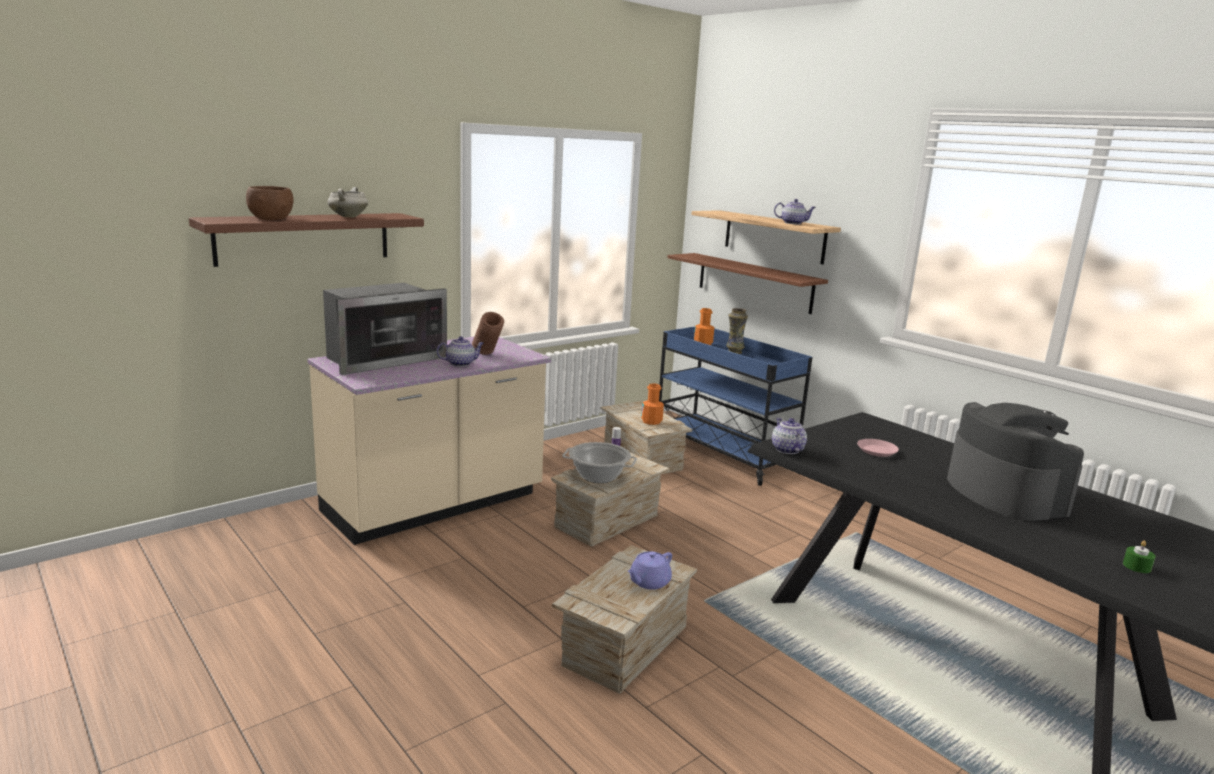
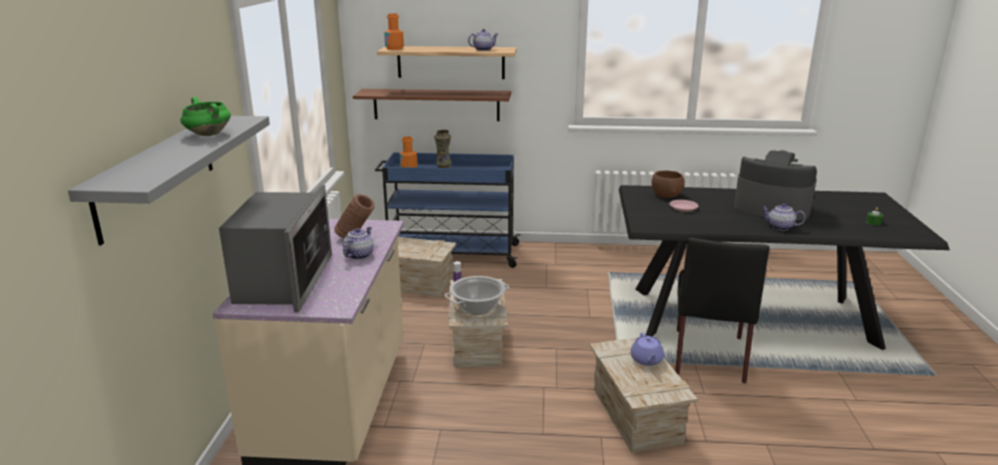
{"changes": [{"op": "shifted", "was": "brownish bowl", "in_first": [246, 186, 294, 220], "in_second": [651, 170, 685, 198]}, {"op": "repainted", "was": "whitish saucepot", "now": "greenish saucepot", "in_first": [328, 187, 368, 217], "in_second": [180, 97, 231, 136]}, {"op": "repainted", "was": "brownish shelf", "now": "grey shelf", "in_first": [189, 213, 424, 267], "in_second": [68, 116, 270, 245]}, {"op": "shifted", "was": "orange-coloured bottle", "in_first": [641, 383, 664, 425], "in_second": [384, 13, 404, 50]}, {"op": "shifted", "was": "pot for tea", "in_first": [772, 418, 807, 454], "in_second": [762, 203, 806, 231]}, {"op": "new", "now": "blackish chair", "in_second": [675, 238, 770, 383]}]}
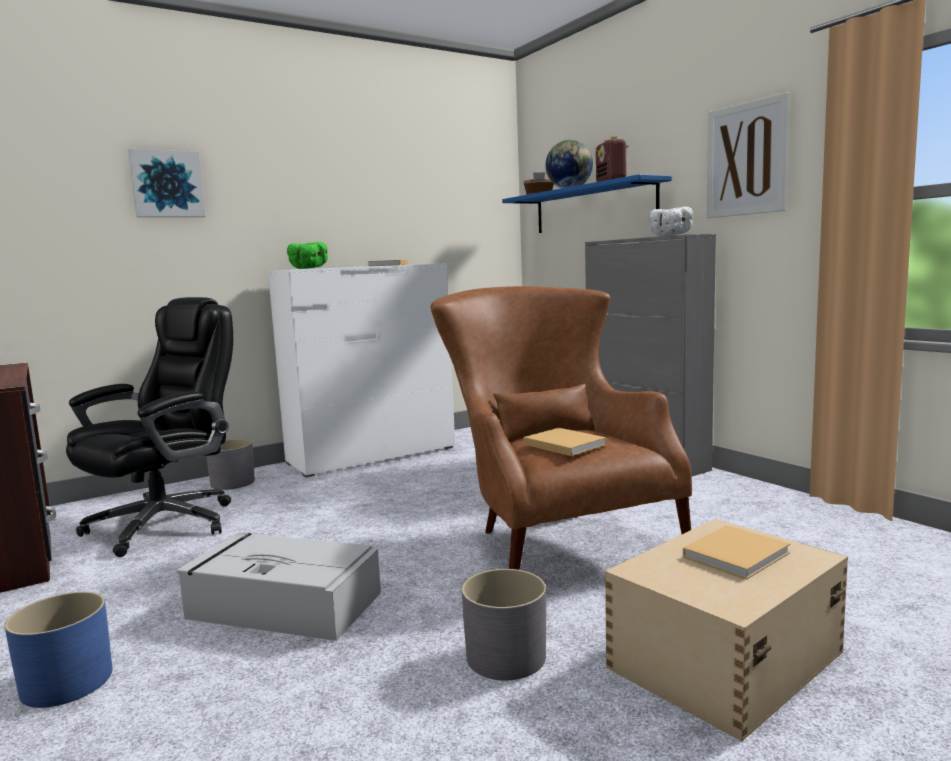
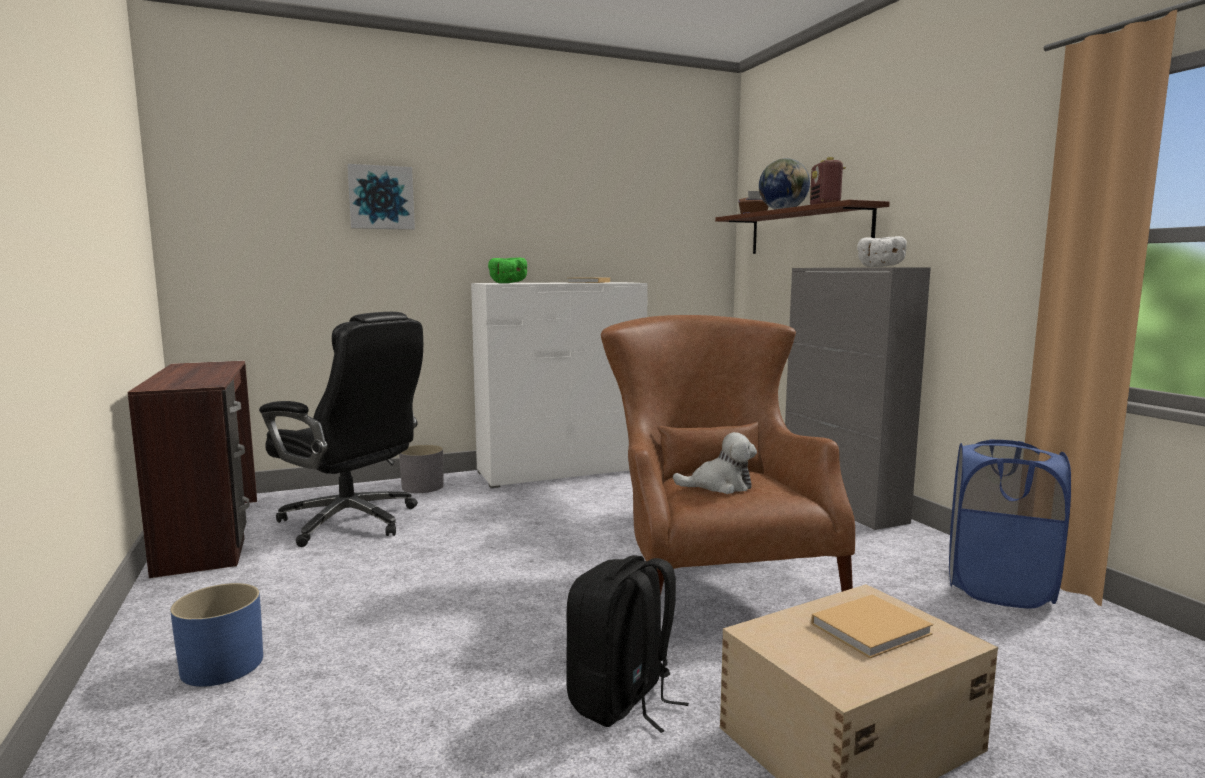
{"changes": [{"op": "gone", "was": "picture", "in_first": [707, 92, 789, 218]}, {"op": "repainted", "was": "blue-coloured shelf", "now": "brownish shelf", "in_first": [502, 174, 672, 233], "in_second": [715, 200, 890, 254]}, {"op": "rotated", "was": "blackish desk chair", "in_first": [66, 297, 233, 557], "in_second": [259, 312, 423, 547], "clockwise": 75}, {"op": "swapped", "was": "beige-coloured bound book", "now": "cuddly toy", "in_first": [523, 428, 606, 456], "in_second": [673, 432, 757, 494]}, {"op": "gone", "was": "grey storage box", "in_first": [177, 533, 381, 641]}, {"op": "swapped", "was": "grey flower pot", "now": "blackish rucksack", "in_first": [462, 569, 546, 680], "in_second": [566, 555, 689, 733]}, {"op": "new", "now": "blue-coloured washing basket", "in_second": [949, 439, 1071, 608]}]}
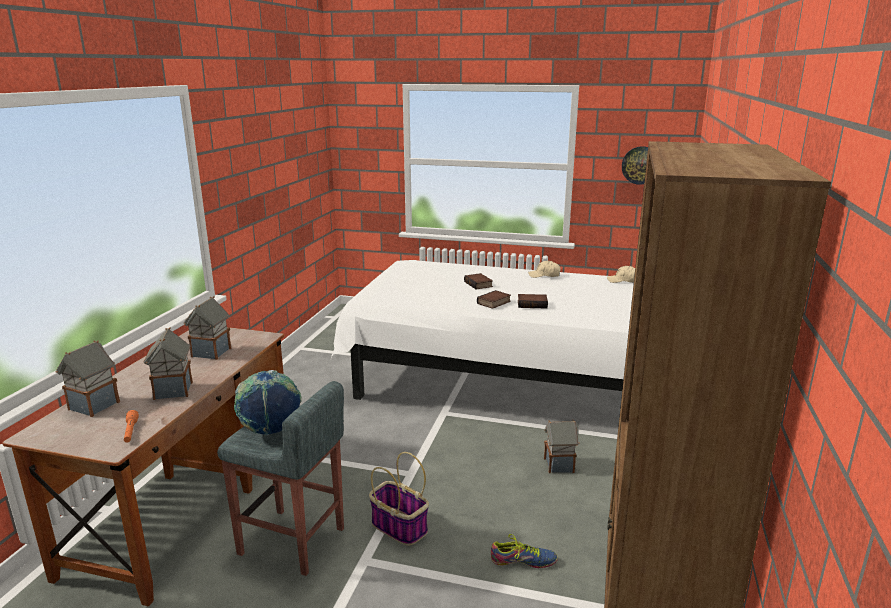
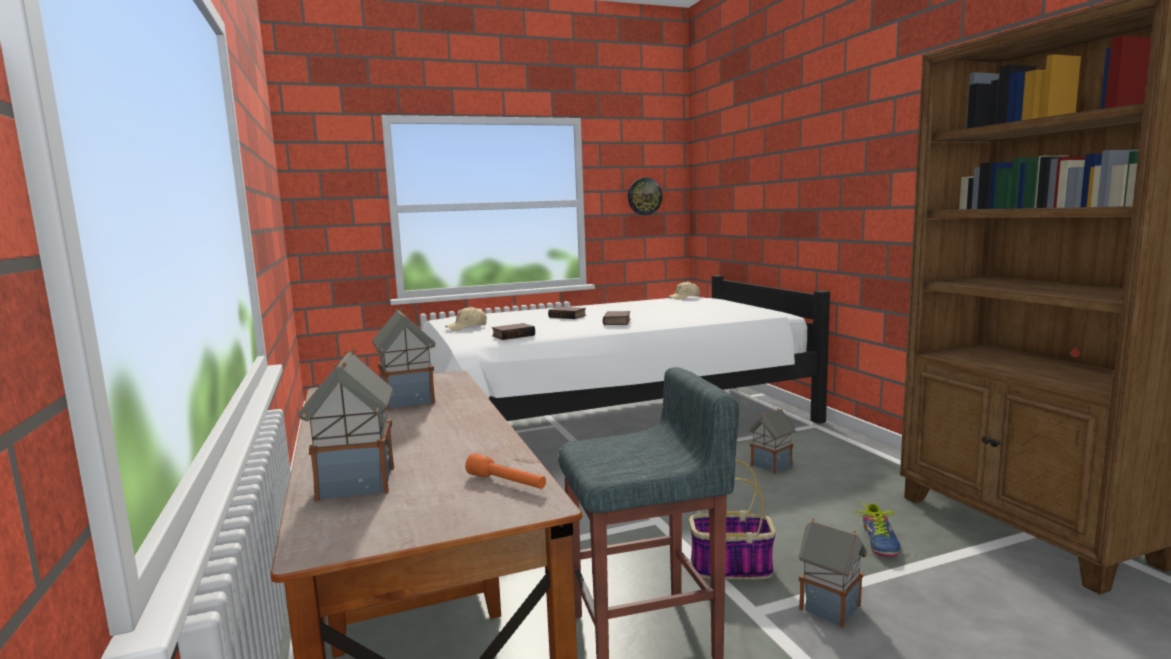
{"changes": [{"op": "shifted", "was": "beige-coloured baseball cap", "in_first": [528, 261, 561, 278], "in_second": [445, 306, 487, 330]}, {"op": "shifted", "was": "bound book", "in_first": [518, 294, 548, 309], "in_second": [492, 323, 535, 340]}, {"op": "shifted", "was": "model house", "in_first": [144, 327, 193, 400], "in_second": [798, 518, 868, 628]}, {"op": "gone", "was": "world globe", "in_first": [234, 370, 302, 435]}, {"op": "rotated", "was": "low shoe", "in_first": [491, 534, 558, 568], "in_second": [855, 500, 901, 557], "clockwise": 135}]}
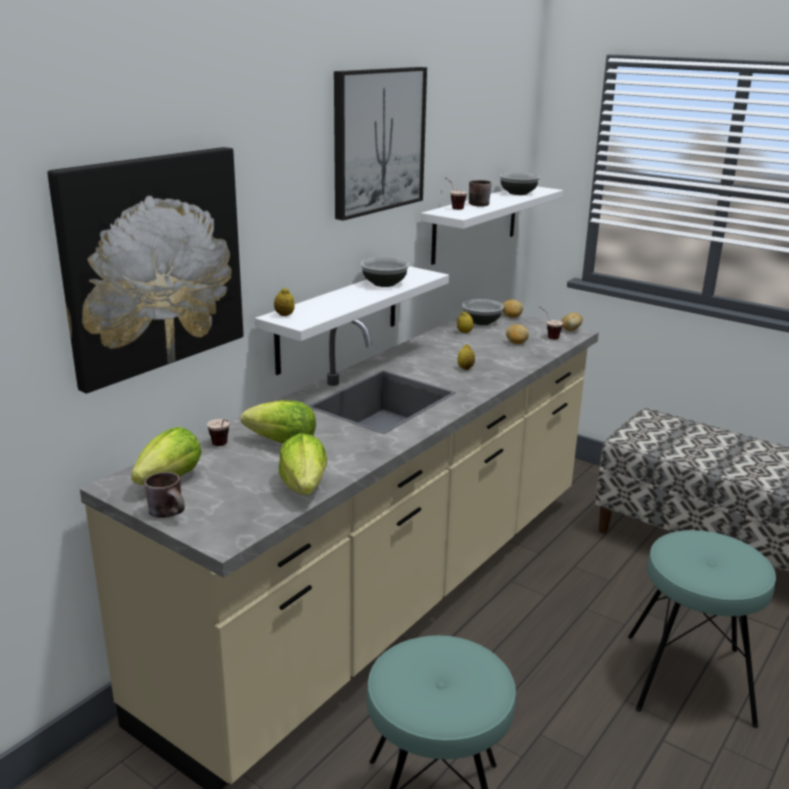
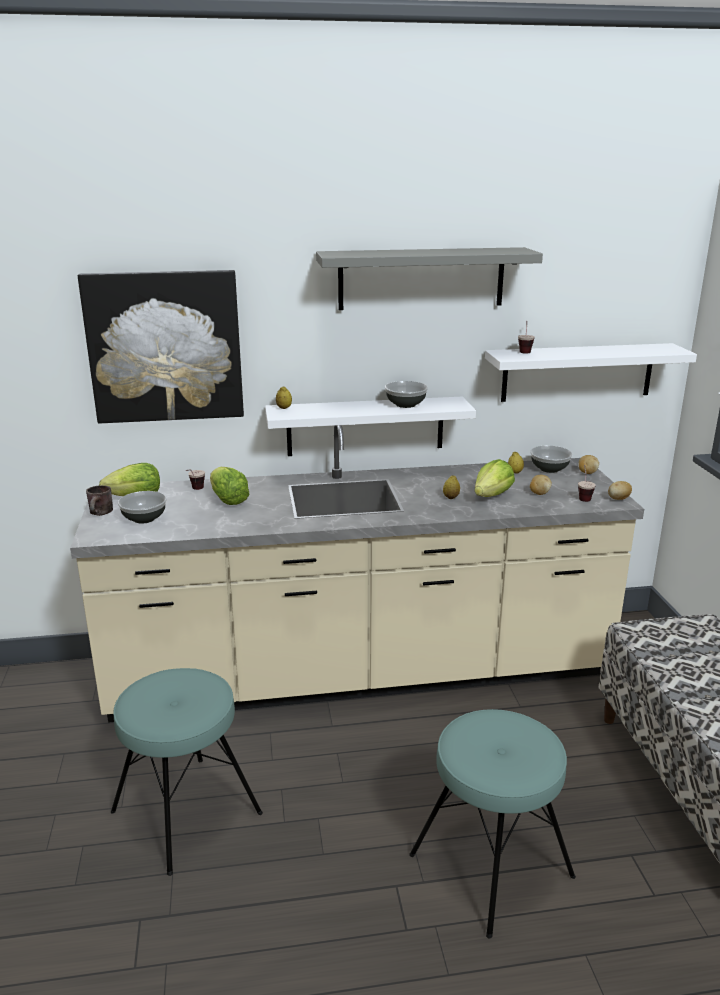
{"changes": [{"op": "swapped", "was": "picture", "now": "grey shelf", "in_first": [334, 67, 427, 221], "in_second": [316, 247, 543, 310]}, {"op": "shifted", "was": "bowl", "in_first": [499, 172, 540, 195], "in_second": [118, 491, 167, 524]}, {"op": "gone", "was": "brownish mug", "in_first": [469, 180, 492, 206]}, {"op": "shifted", "was": "lettuce head", "in_first": [279, 433, 327, 495], "in_second": [475, 459, 515, 497]}]}
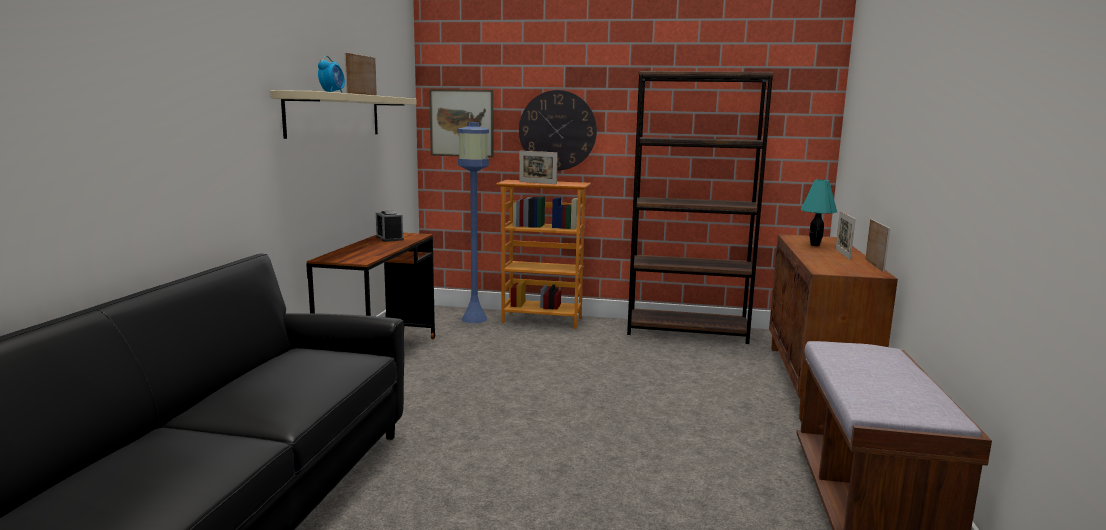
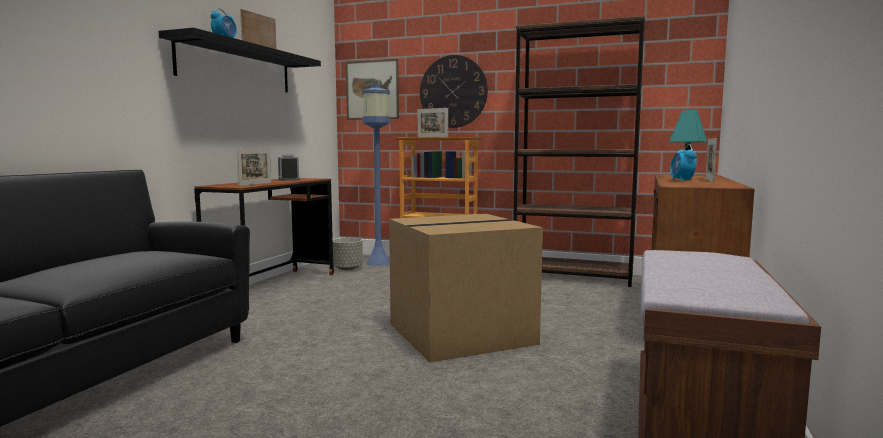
{"changes": [{"op": "repainted", "was": "beige-coloured shelf", "now": "blackish shelf", "in_first": [270, 90, 417, 139], "in_second": [159, 28, 321, 93]}, {"op": "shifted", "was": "photo frame", "in_first": [865, 219, 890, 273], "in_second": [237, 148, 271, 186]}, {"op": "new", "now": "alarm clock", "in_second": [670, 144, 697, 182]}, {"op": "new", "now": "packing box", "in_second": [389, 214, 543, 363]}, {"op": "new", "now": "grey flower pot", "in_second": [333, 238, 363, 270]}]}
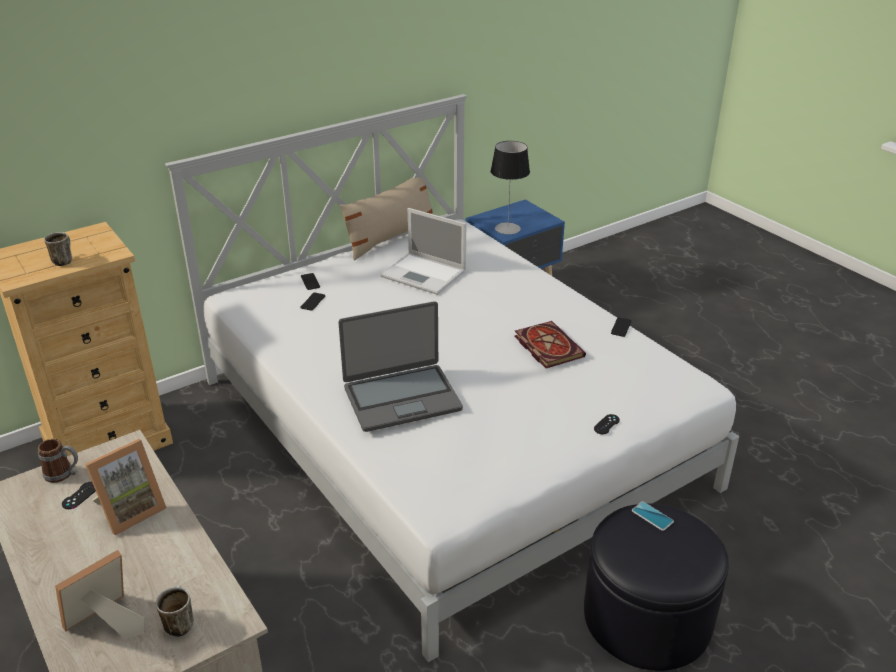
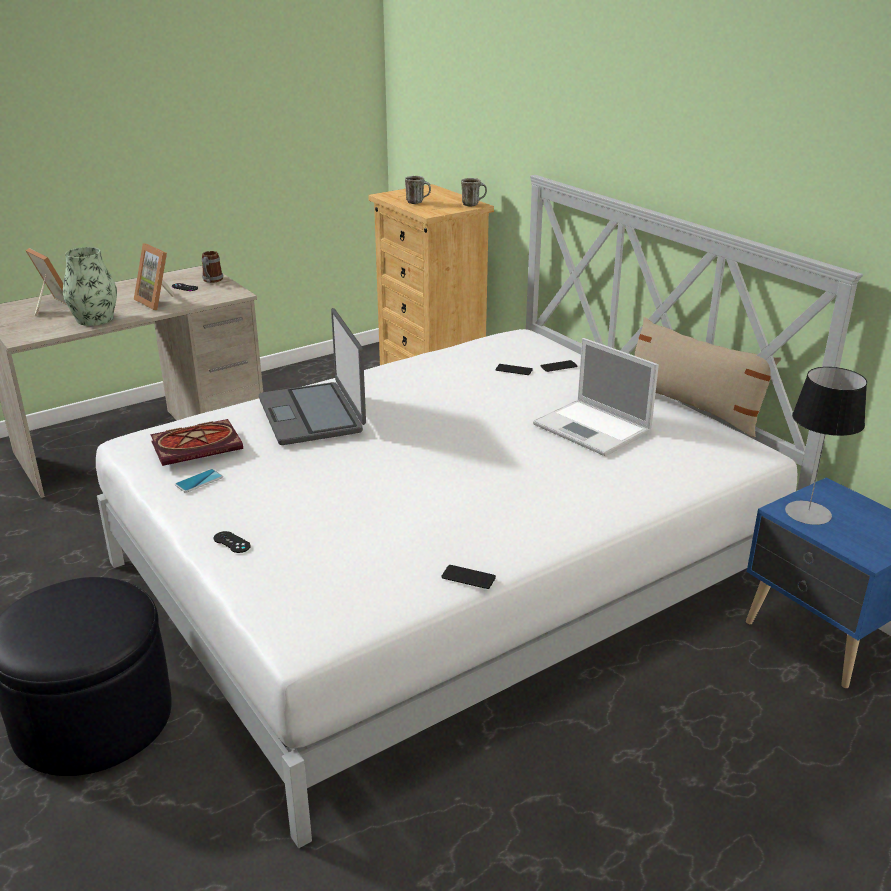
{"changes": [{"op": "rotated", "was": "portable computer", "in_first": [380, 208, 466, 295], "in_second": [533, 338, 659, 456], "clockwise": -75}, {"op": "shifted", "was": "bound book", "in_first": [515, 321, 586, 368], "in_second": [150, 419, 243, 466]}, {"op": "shifted", "was": "phone", "in_first": [632, 501, 674, 531], "in_second": [175, 469, 223, 493]}, {"op": "shifted", "was": "mug", "in_first": [156, 586, 194, 637], "in_second": [461, 178, 487, 207]}, {"op": "new", "now": "vase", "in_second": [63, 247, 117, 326]}]}
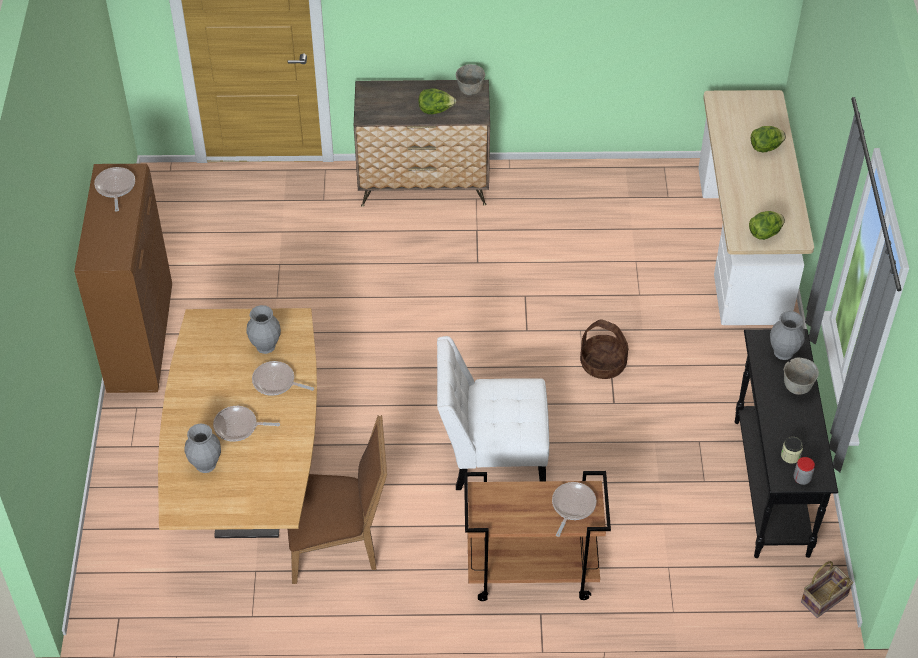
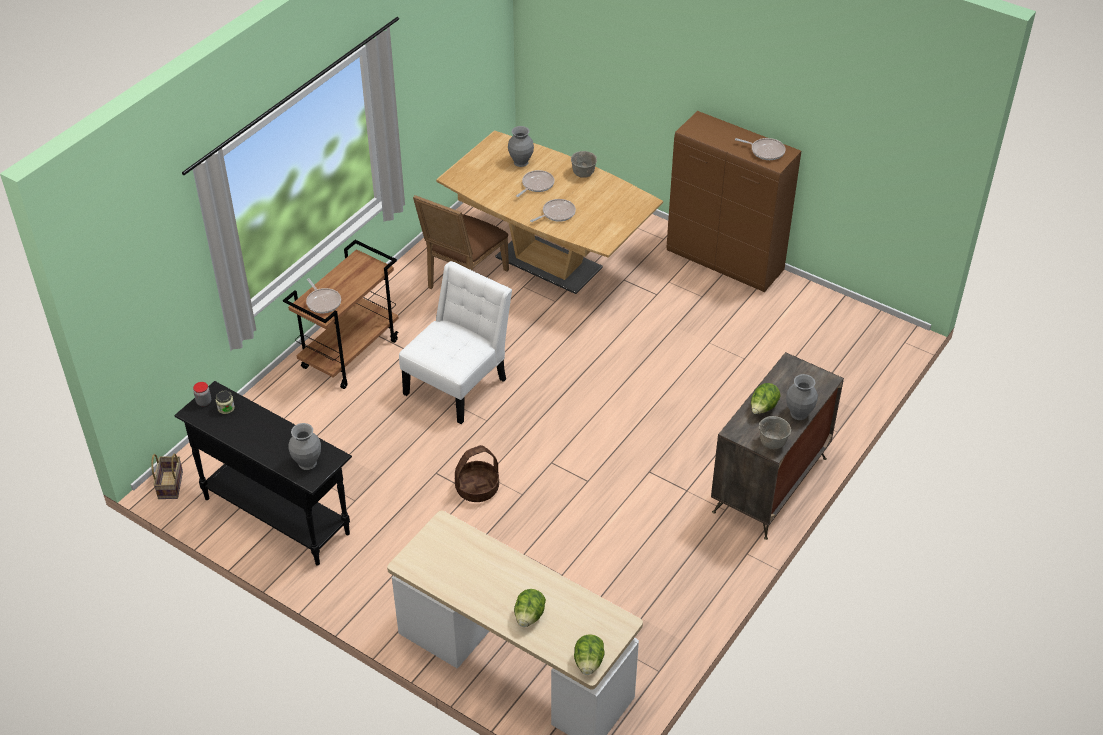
{"changes": [{"op": "shifted", "was": "lettuce head", "in_first": [749, 211, 785, 240], "in_second": [574, 634, 605, 675]}, {"op": "shifted", "was": "grey vase", "in_first": [246, 305, 281, 354], "in_second": [786, 374, 818, 420]}, {"op": "shifted", "was": "grey bowl", "in_first": [784, 357, 819, 395], "in_second": [571, 151, 597, 178]}]}
